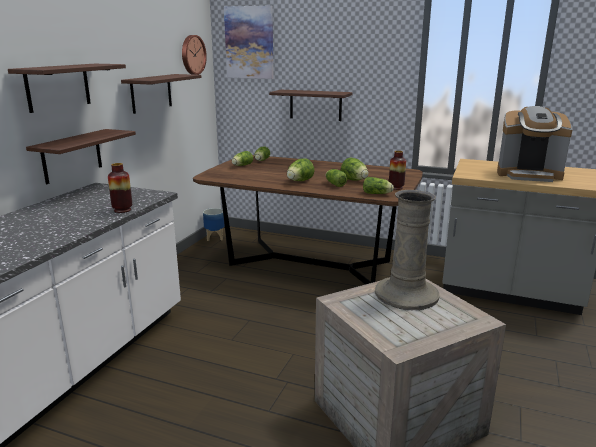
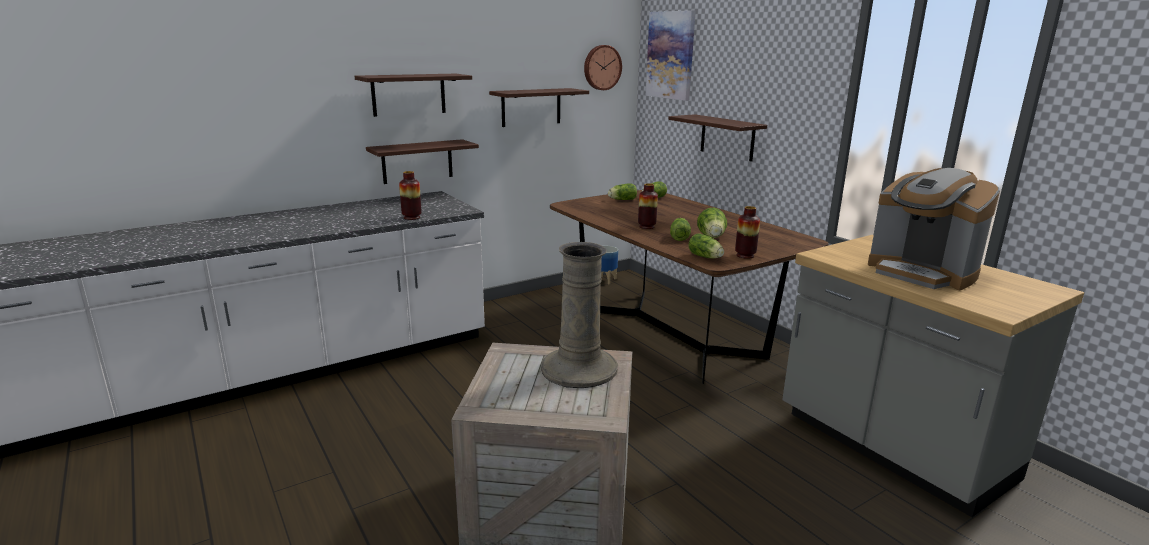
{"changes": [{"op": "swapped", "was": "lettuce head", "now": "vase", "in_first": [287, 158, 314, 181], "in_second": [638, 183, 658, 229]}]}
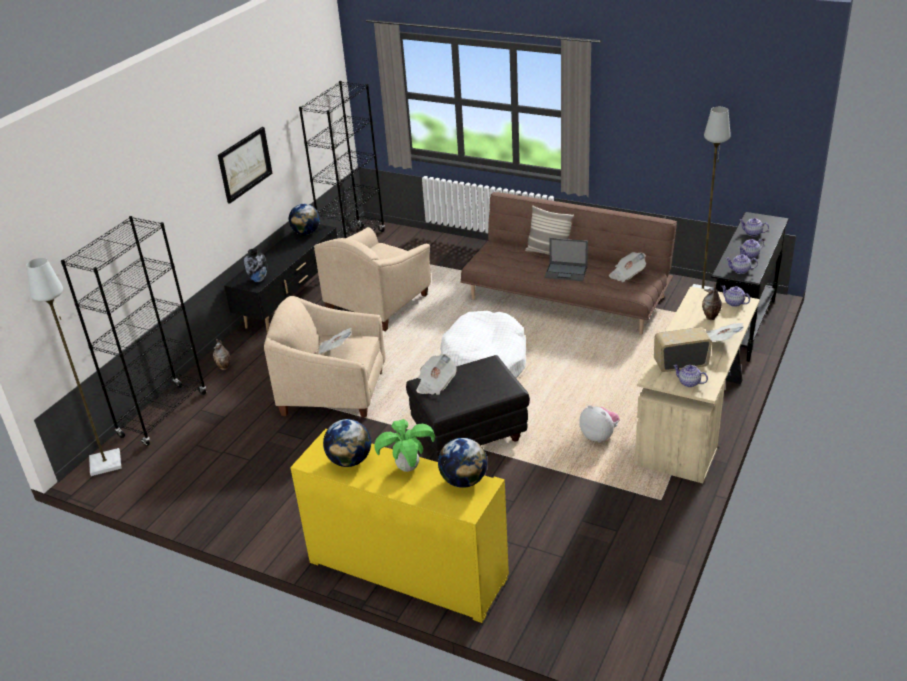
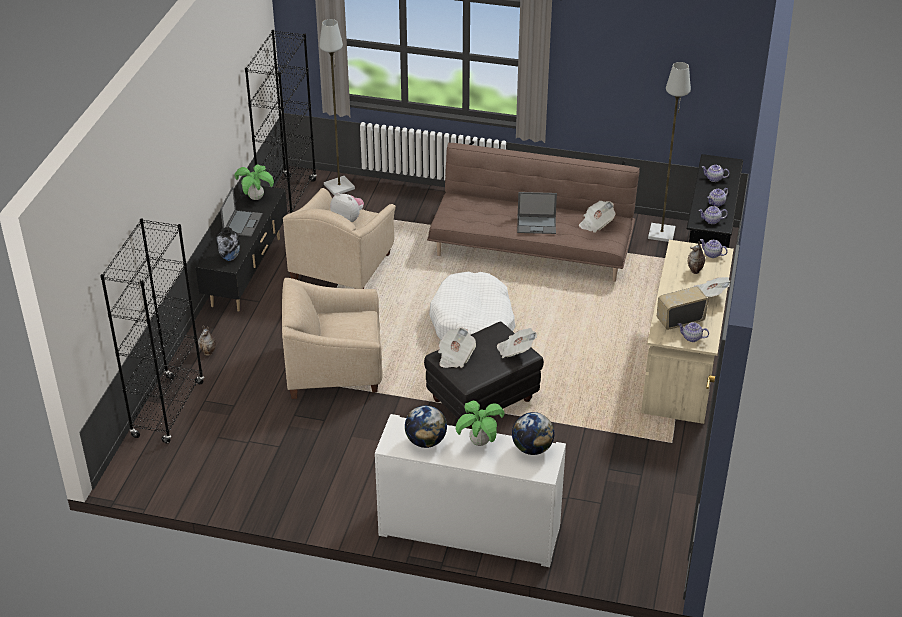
{"changes": [{"op": "gone", "was": "picture", "in_first": [218, 127, 273, 204]}, {"op": "swapped", "was": "world globe", "now": "potted plant", "in_first": [289, 204, 320, 235], "in_second": [235, 164, 274, 200]}, {"op": "gone", "was": "pillow", "in_first": [525, 205, 574, 255]}, {"op": "shifted", "was": "grey standing lamp", "in_first": [26, 258, 121, 476], "in_second": [319, 19, 355, 196]}, {"op": "shifted", "was": "printed paper", "in_first": [318, 328, 352, 354], "in_second": [497, 328, 537, 358]}, {"op": "shifted", "was": "cuddly toy", "in_first": [579, 405, 620, 443], "in_second": [330, 193, 364, 222]}, {"op": "repainted", "was": "yellow cupboard", "now": "whitish cupboard", "in_first": [290, 429, 509, 623], "in_second": [375, 414, 566, 567]}, {"op": "new", "now": "portable computer", "in_second": [220, 186, 262, 237]}]}
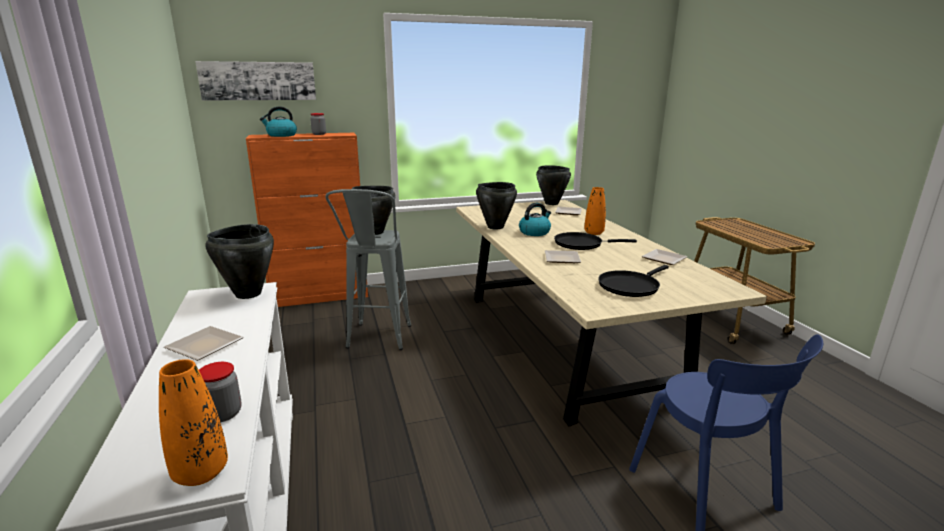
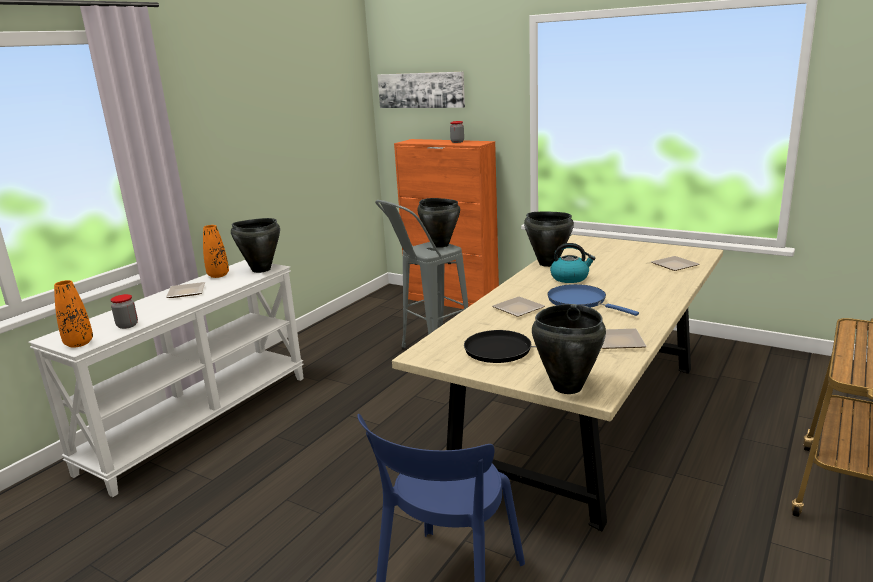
{"changes": [{"op": "gone", "was": "water kettle", "in_first": [260, 106, 297, 137]}, {"op": "shifted", "was": "blackish saucepot", "in_first": [536, 165, 571, 205], "in_second": [532, 304, 606, 394]}, {"op": "shifted", "was": "orange-coloured vase", "in_first": [585, 187, 606, 235], "in_second": [203, 225, 229, 278]}, {"op": "repainted", "was": "blackish pan", "now": "blue-coloured pan", "in_first": [554, 232, 637, 250], "in_second": [547, 284, 639, 316]}]}
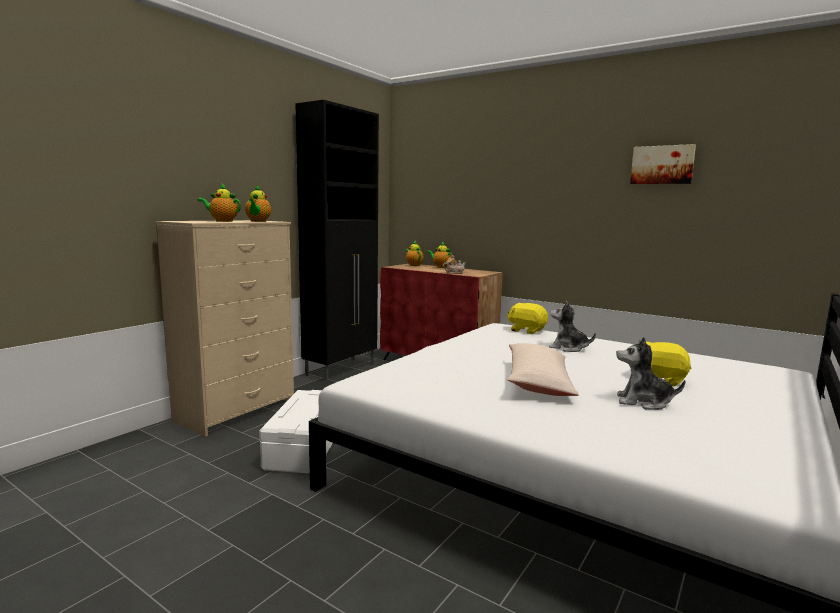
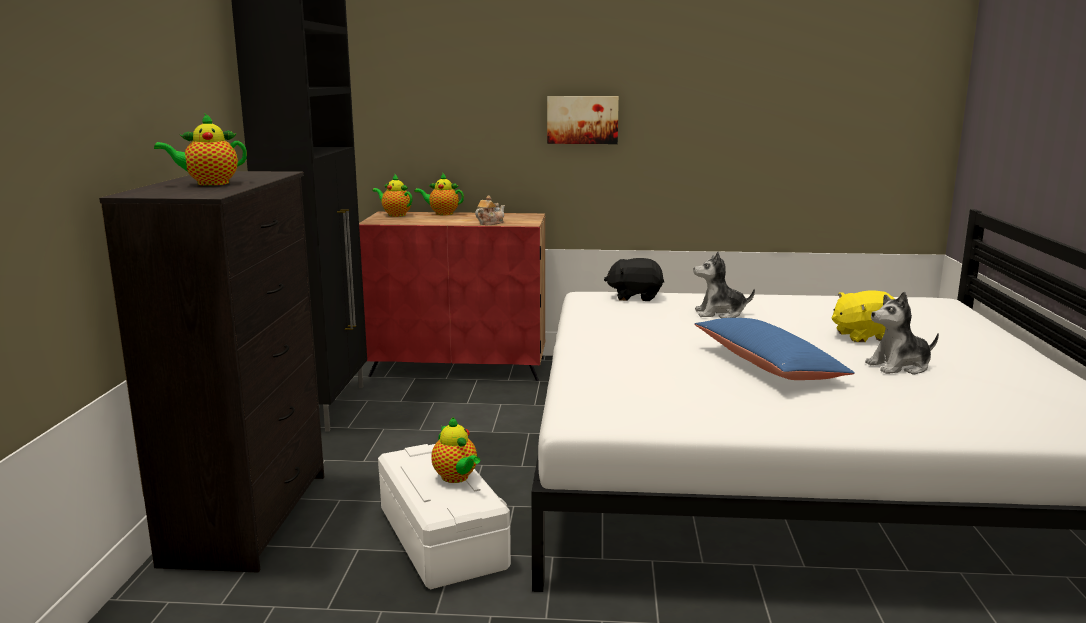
{"changes": [{"op": "shifted", "was": "picture", "in_first": [630, 144, 696, 184], "in_second": [547, 96, 619, 144]}, {"op": "shifted", "was": "pot for tea", "in_first": [245, 185, 271, 222], "in_second": [431, 417, 480, 483]}, {"op": "repainted", "was": "beige-coloured drawer chest", "now": "blackish drawer chest", "in_first": [155, 220, 294, 437], "in_second": [99, 171, 324, 573]}, {"op": "repainted", "was": "yellow cuddly toy", "now": "blackish cuddly toy", "in_first": [507, 303, 548, 334], "in_second": [604, 258, 664, 301]}, {"op": "repainted", "was": "beige-coloured pillow", "now": "blue-coloured pillow", "in_first": [508, 343, 579, 396], "in_second": [694, 318, 855, 380]}]}
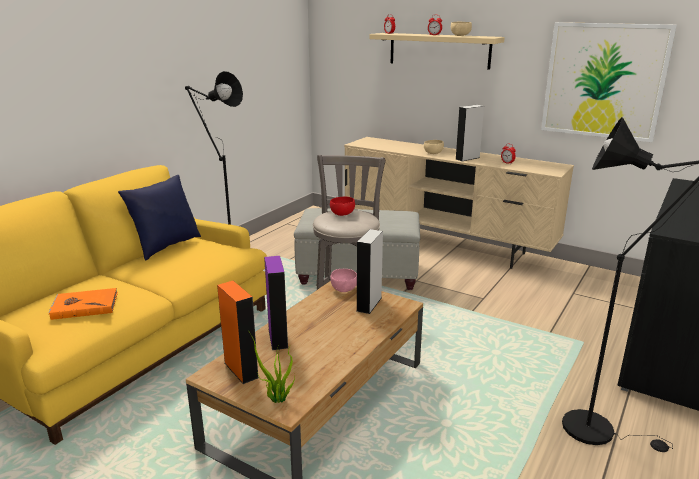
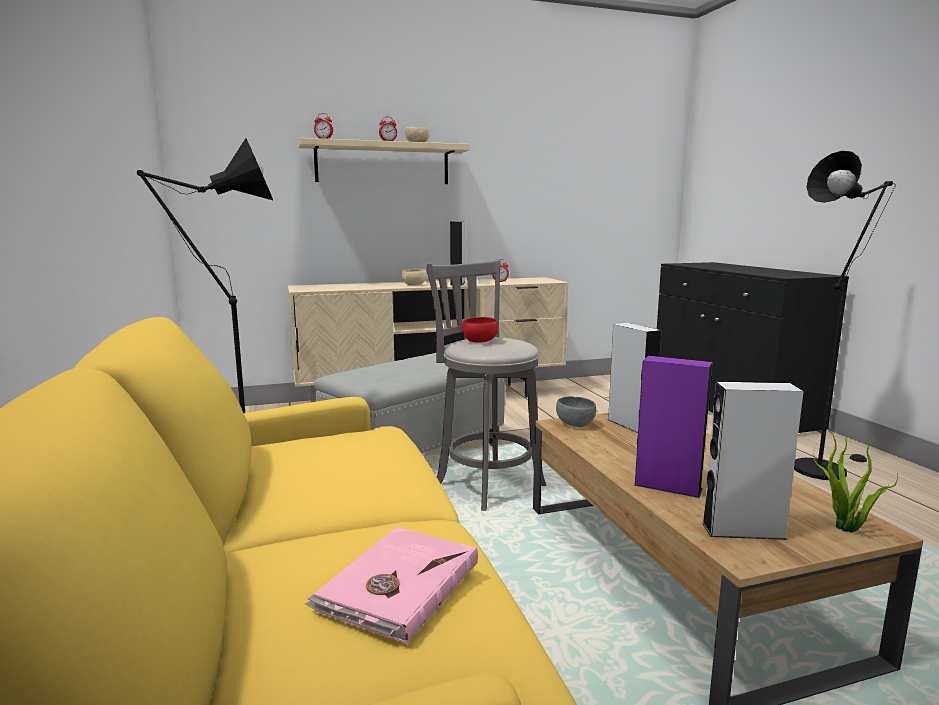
{"changes": [{"op": "gone", "was": "picture", "in_first": [541, 22, 677, 142]}, {"op": "gone", "was": "blue-coloured pillow", "in_first": [118, 175, 201, 260]}, {"op": "repainted", "was": "pinkish bowl", "now": "grey bowl", "in_first": [330, 269, 357, 292], "in_second": [556, 396, 596, 427]}, {"op": "repainted", "was": "orange-coloured loudspeaker", "now": "grey loudspeaker", "in_first": [217, 281, 259, 384], "in_second": [702, 382, 804, 540]}, {"op": "repainted", "was": "orange-coloured bound book", "now": "pinkish bound book", "in_first": [48, 288, 118, 320], "in_second": [305, 527, 478, 644]}]}
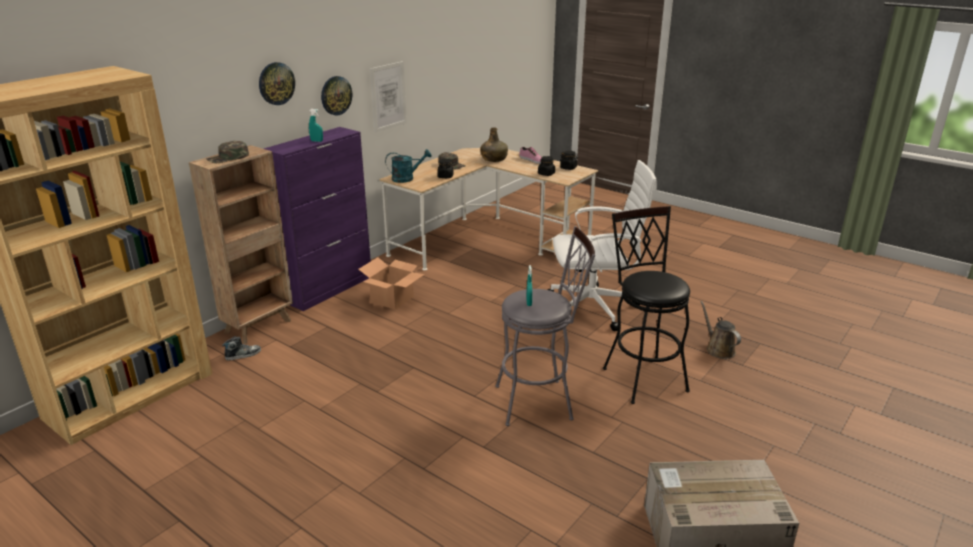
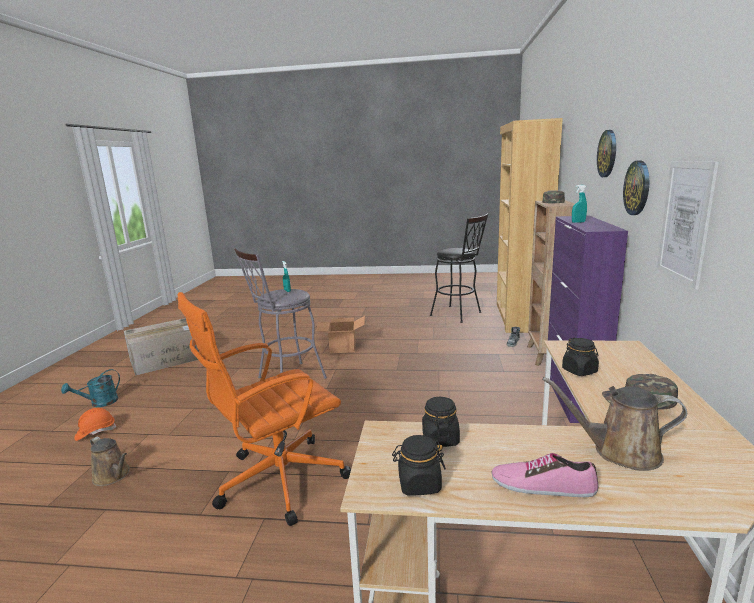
{"changes": [{"op": "swapped", "was": "greenish bottle", "now": "brownish sprinkling can", "in_first": [480, 127, 508, 162], "in_second": [542, 377, 687, 471]}, {"op": "shifted", "was": "blue-green sprinkling can", "in_first": [385, 149, 432, 183], "in_second": [61, 369, 120, 407]}, {"op": "repainted", "was": "whitish desk chair", "now": "orange-coloured desk chair", "in_first": [547, 160, 657, 331], "in_second": [178, 292, 351, 526]}, {"op": "shifted", "was": "blackish stool", "in_first": [603, 206, 690, 404], "in_second": [430, 214, 488, 323]}, {"op": "shifted", "was": "packing box", "in_first": [358, 257, 425, 310], "in_second": [316, 316, 365, 353]}, {"op": "new", "now": "orange-coloured work helmet", "in_second": [74, 408, 117, 441]}]}
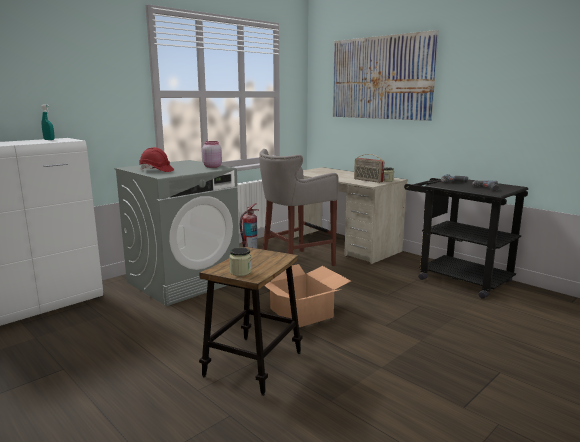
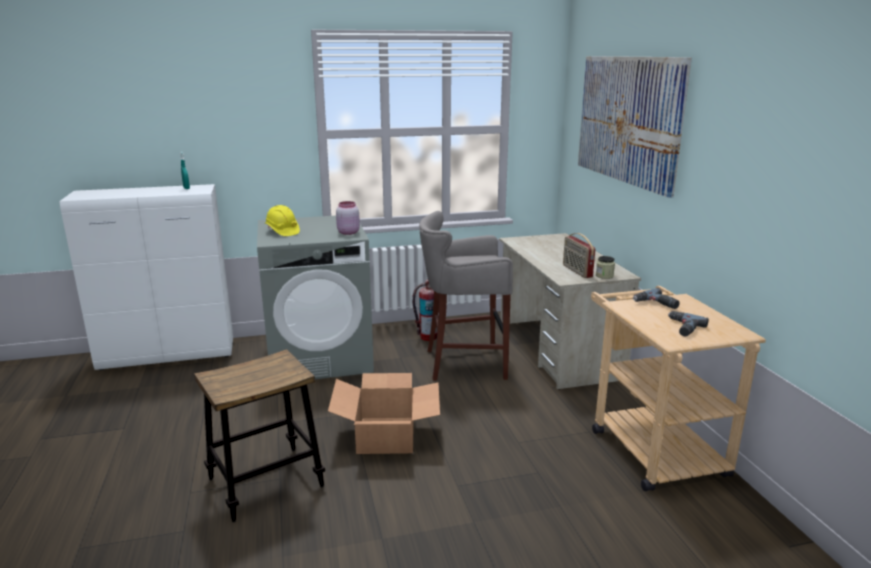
{"changes": [{"op": "repainted", "was": "red work helmet", "now": "yellow work helmet", "in_first": [139, 147, 174, 172], "in_second": [265, 205, 300, 236]}, {"op": "repainted", "was": "blackish wheeled cart", "now": "beige-coloured wheeled cart", "in_first": [404, 178, 528, 299], "in_second": [591, 286, 766, 491]}, {"op": "gone", "was": "preserve jar", "in_first": [229, 248, 252, 276]}]}
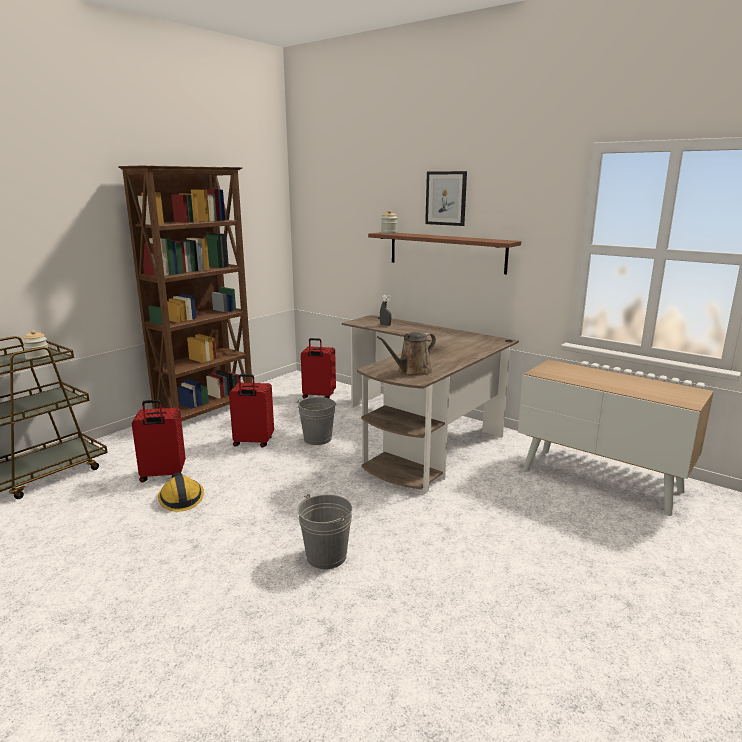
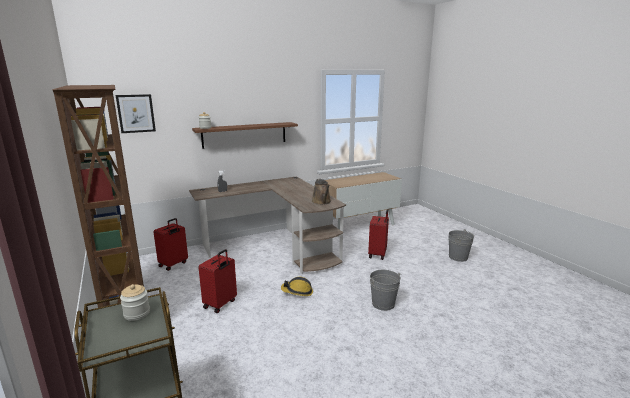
{"changes": [{"op": "shifted", "was": "picture", "in_first": [425, 171, 467, 226], "in_second": [116, 94, 156, 133]}, {"op": "shifted", "was": "grey pail", "in_first": [296, 397, 337, 445], "in_second": [448, 229, 474, 262]}, {"op": "shifted", "was": "red suitcase", "in_first": [132, 400, 186, 482], "in_second": [368, 209, 389, 260]}, {"op": "shifted", "was": "work helmet", "in_first": [158, 472, 204, 512], "in_second": [281, 277, 313, 296]}]}
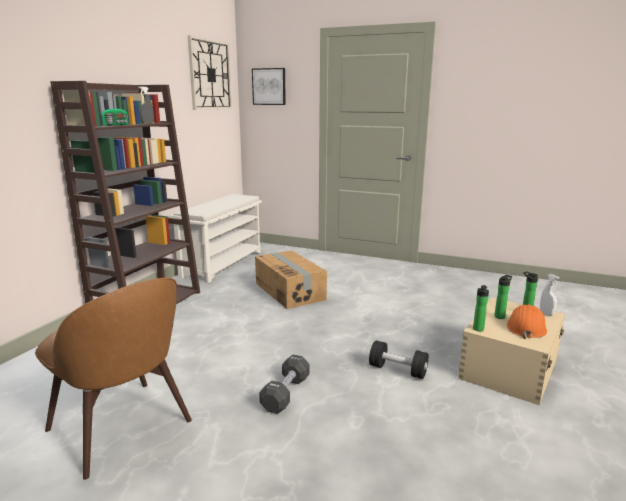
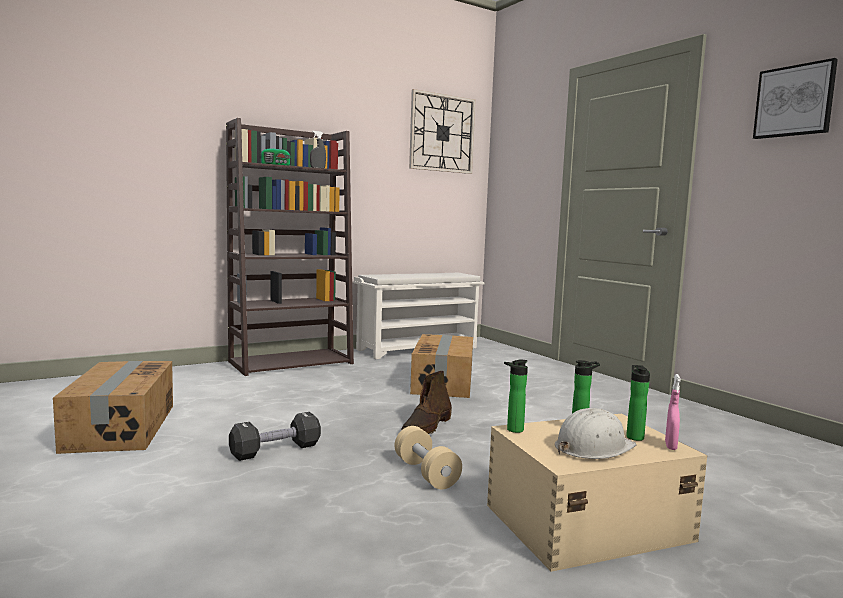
{"changes": [{"op": "shifted", "was": "picture", "in_first": [252, 68, 286, 105], "in_second": [753, 58, 838, 139]}, {"op": "repainted", "was": "whitish spray bottle", "now": "pinkish spray bottle", "in_first": [540, 274, 559, 316], "in_second": [665, 374, 681, 450]}, {"op": "swapped", "was": "brownish chair", "now": "packing box", "in_first": [35, 277, 192, 480], "in_second": [53, 361, 173, 454]}, {"op": "repainted", "was": "orange-coloured work helmet", "now": "whitish work helmet", "in_first": [507, 305, 547, 339], "in_second": [555, 408, 636, 459]}, {"op": "repainted", "was": "blackish dumbbell", "now": "beige-coloured dumbbell", "in_first": [369, 340, 429, 379], "in_second": [395, 426, 462, 489]}, {"op": "new", "now": "brownish boot", "in_second": [401, 371, 452, 434]}]}
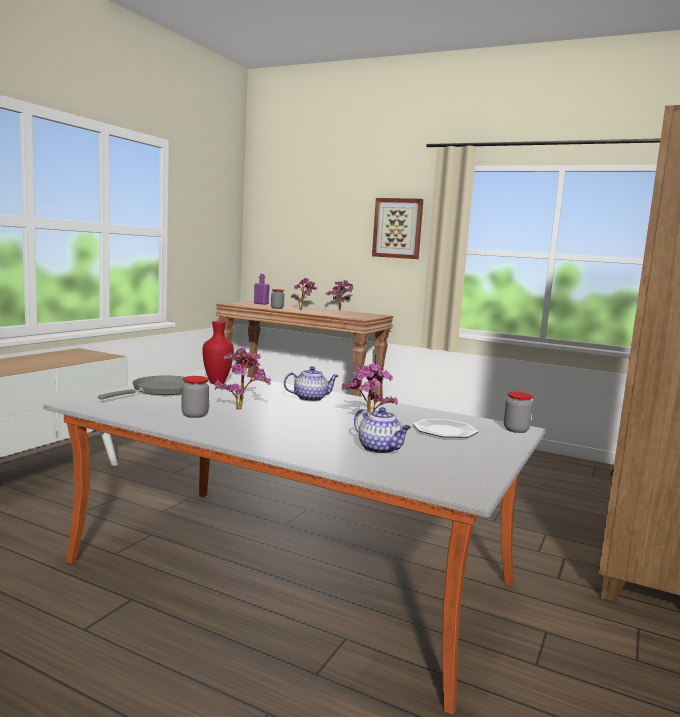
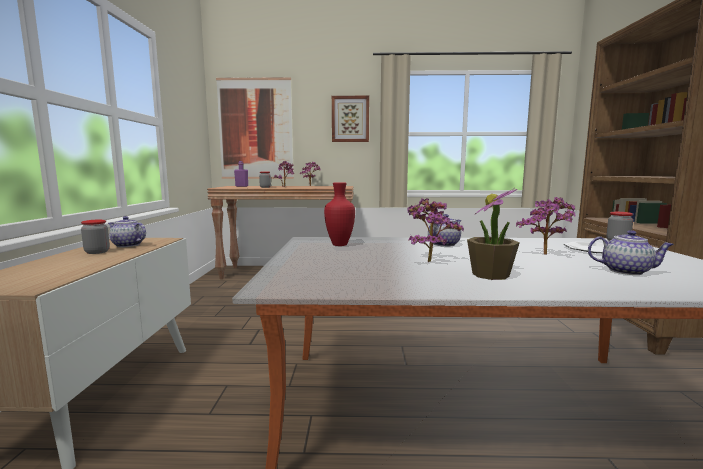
{"changes": [{"op": "gone", "was": "grey pan", "in_first": [98, 375, 185, 400]}, {"op": "shifted", "was": "preserve jar", "in_first": [181, 376, 209, 418], "in_second": [81, 220, 110, 254]}, {"op": "new", "now": "picture", "in_second": [216, 77, 294, 179]}, {"op": "new", "now": "potted plant", "in_second": [467, 189, 520, 280]}, {"op": "new", "now": "pot for tea", "in_second": [108, 216, 146, 247]}]}
